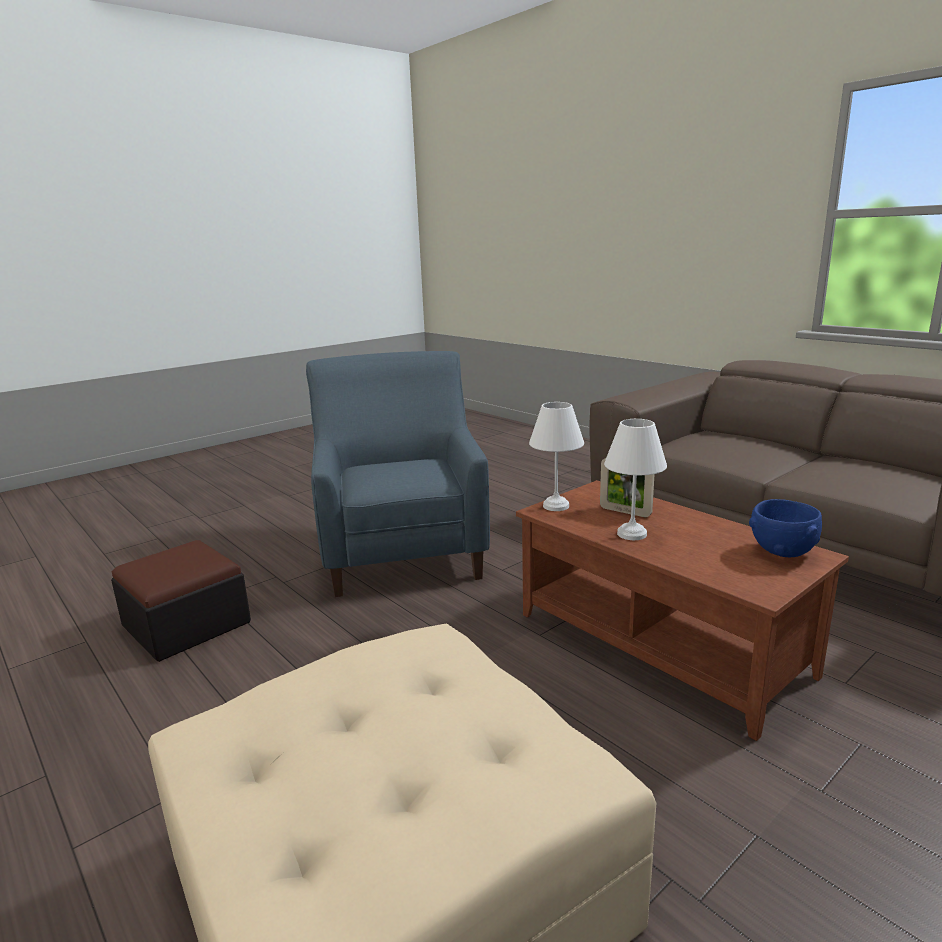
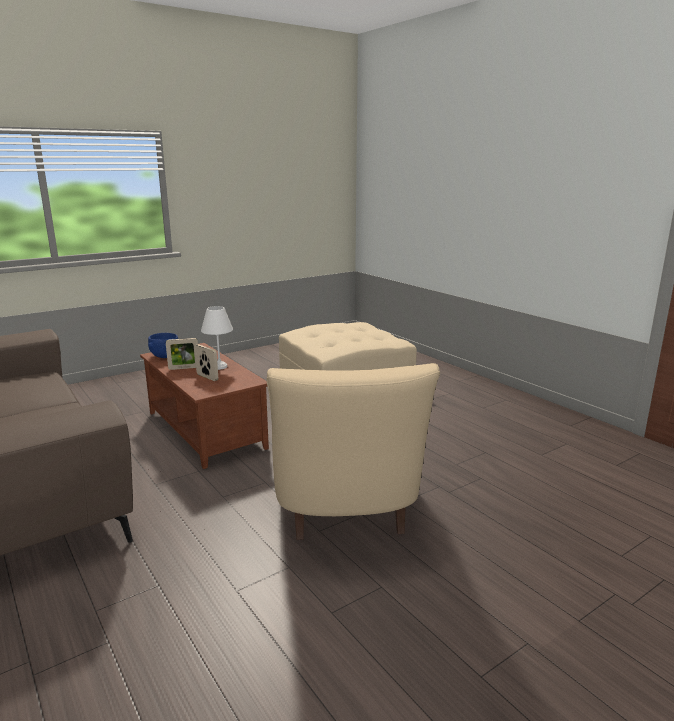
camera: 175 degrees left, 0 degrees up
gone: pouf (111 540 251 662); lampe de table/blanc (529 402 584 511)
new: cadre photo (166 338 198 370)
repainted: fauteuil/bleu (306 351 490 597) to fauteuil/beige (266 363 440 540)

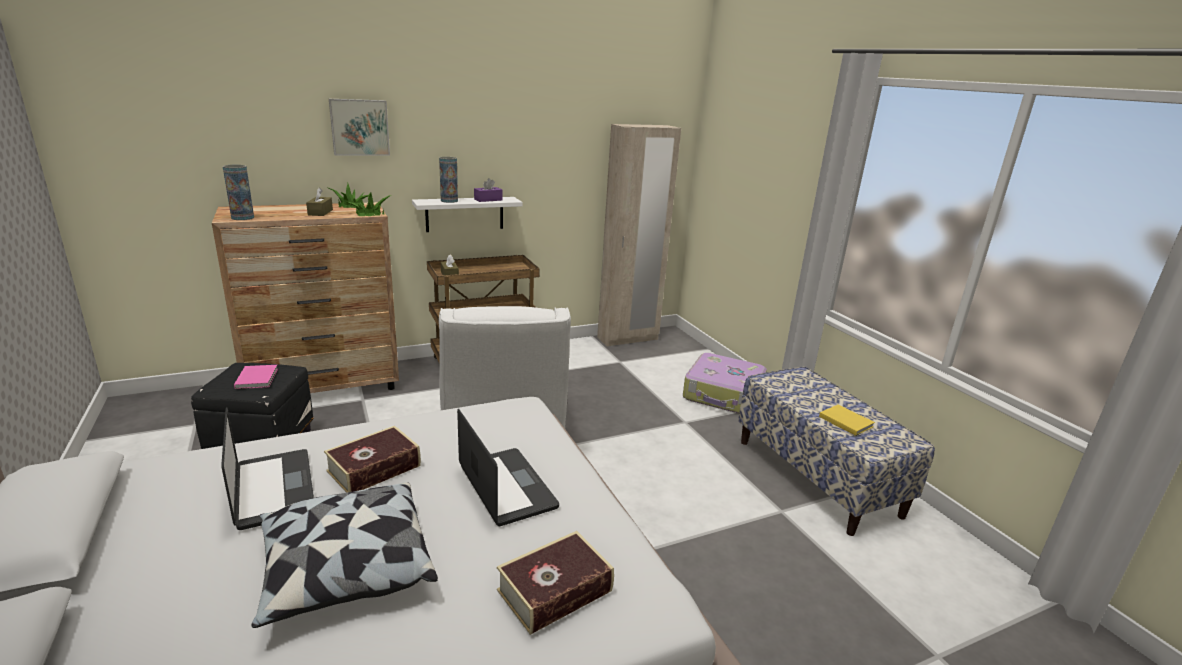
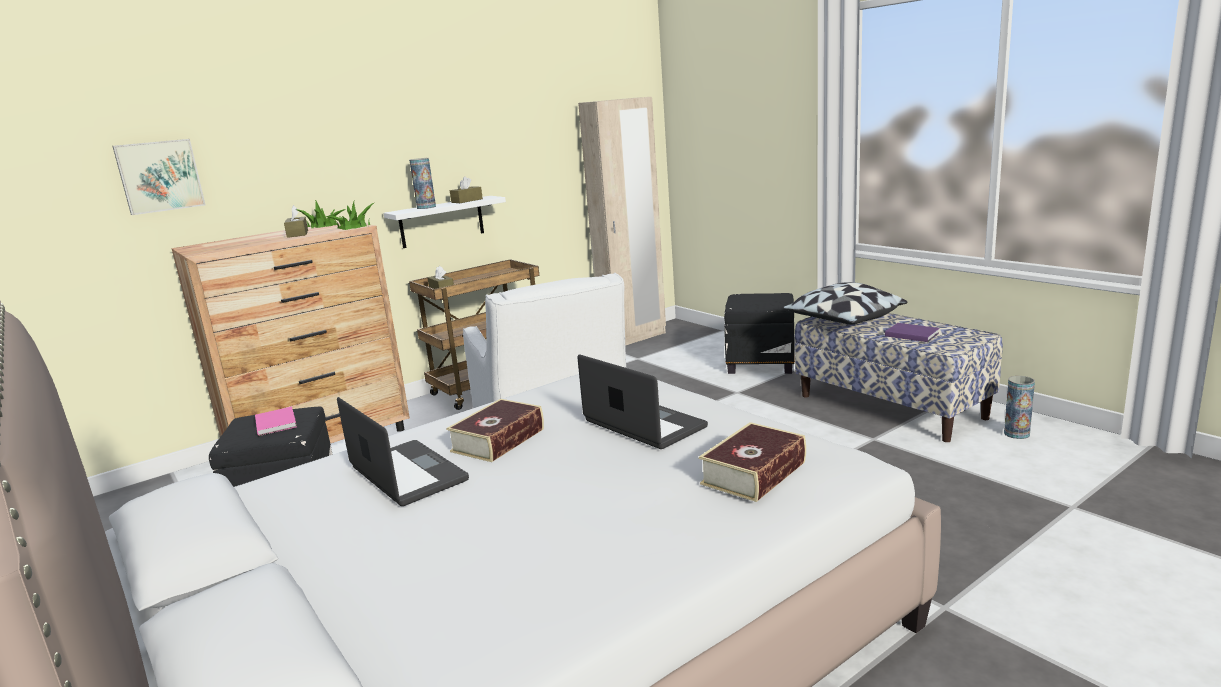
camera: 10 degrees left, 5 degrees down
shifted: vase (223 165 254 220) to (1004 376 1035 439); coussin (251 482 438 628) to (783 282 908 324); tableau (329 99 390 156) to (112 139 205 215)
swapped: valise (683 353 767 413) to pouf/noir (724 293 795 374)
repainted: boîte à mouchoirs/violet (474 178 503 202) to boîte à mouchoirs/marron (450 176 483 203); livre/jaune (819 405 875 436) to livre/violet (885 323 940 342)

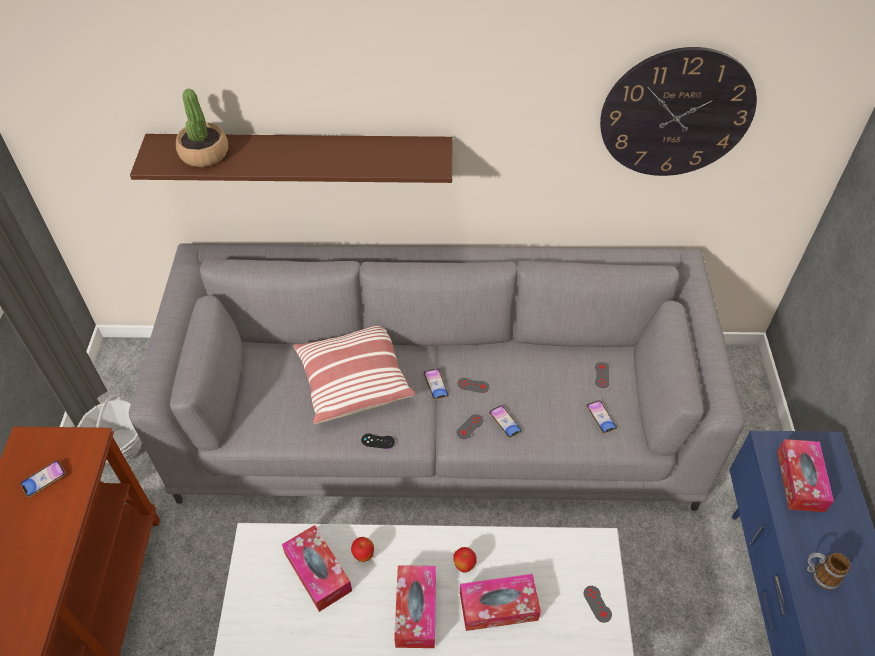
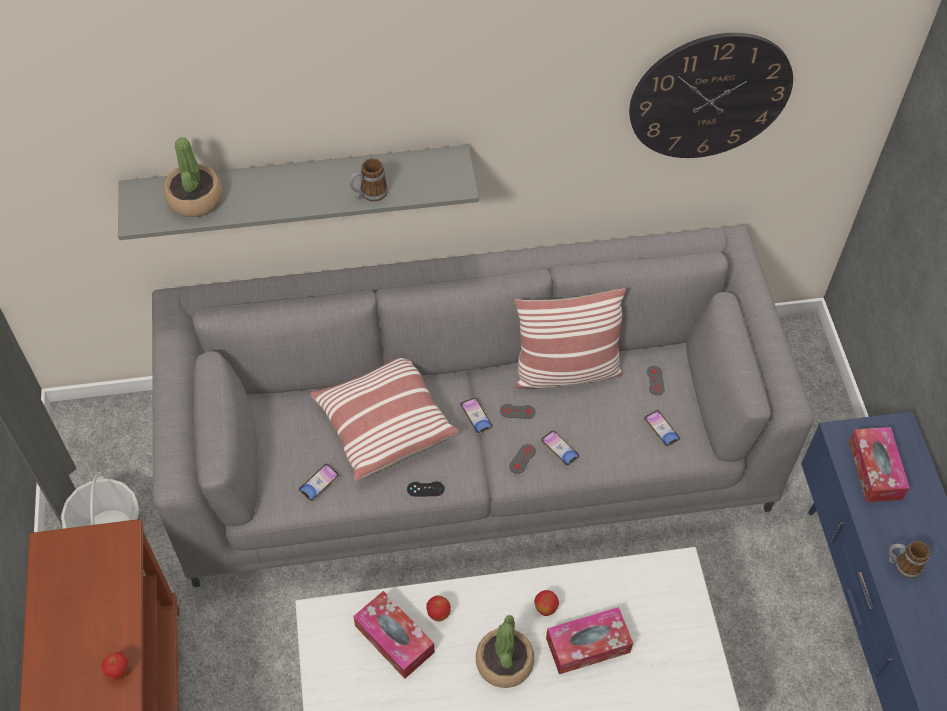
camera: 10 degrees left, 5 degrees up
gone: manette/gris (584 586 612 623)
new: pomme (101 652 129 680); mug (349 158 388 202); coussin (514 288 626 389)
shifted: téléphone (20 460 66 497) to (299 464 339 501)
swapped: boîte à mouchoirs (394 565 436 648) to plante en pot (476 615 534 688)
repainted: étagère/marron (130 134 452 183) to étagère/gris (118 145 479 240)

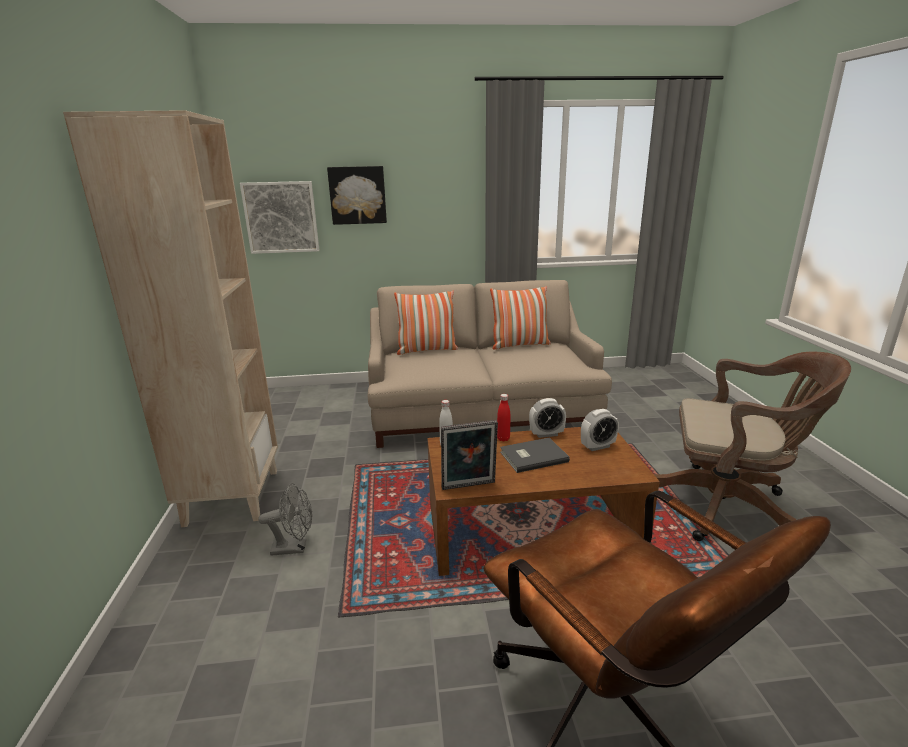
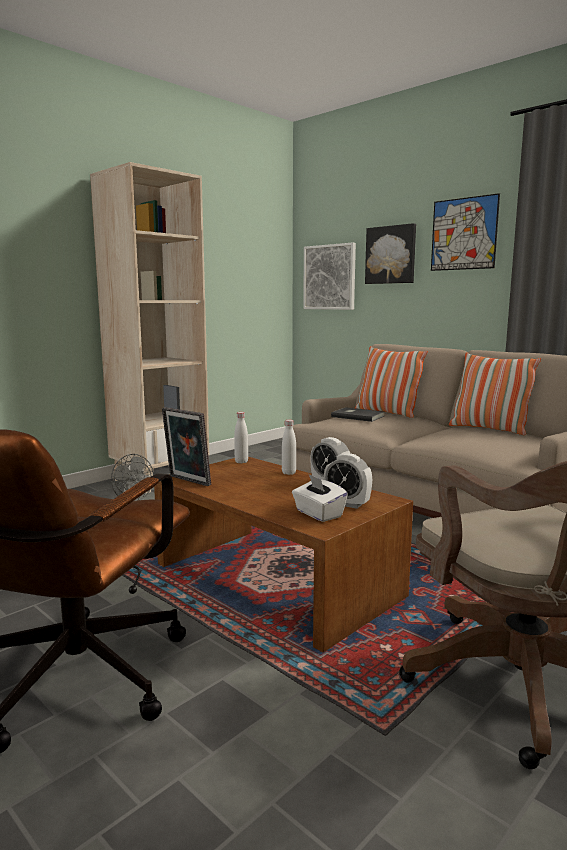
camera: 50 degrees right, 10 degrees down
new: boîte à mouchoirs/blanc (292 474 348 522); tableau (431 193 500 271)
shifted: livre/gris (500 438 570 473) to (331 407 385 422)
repainted: bouteille/rouge (497 394 510 442) to bouteille/blanc (282 420 296 475)

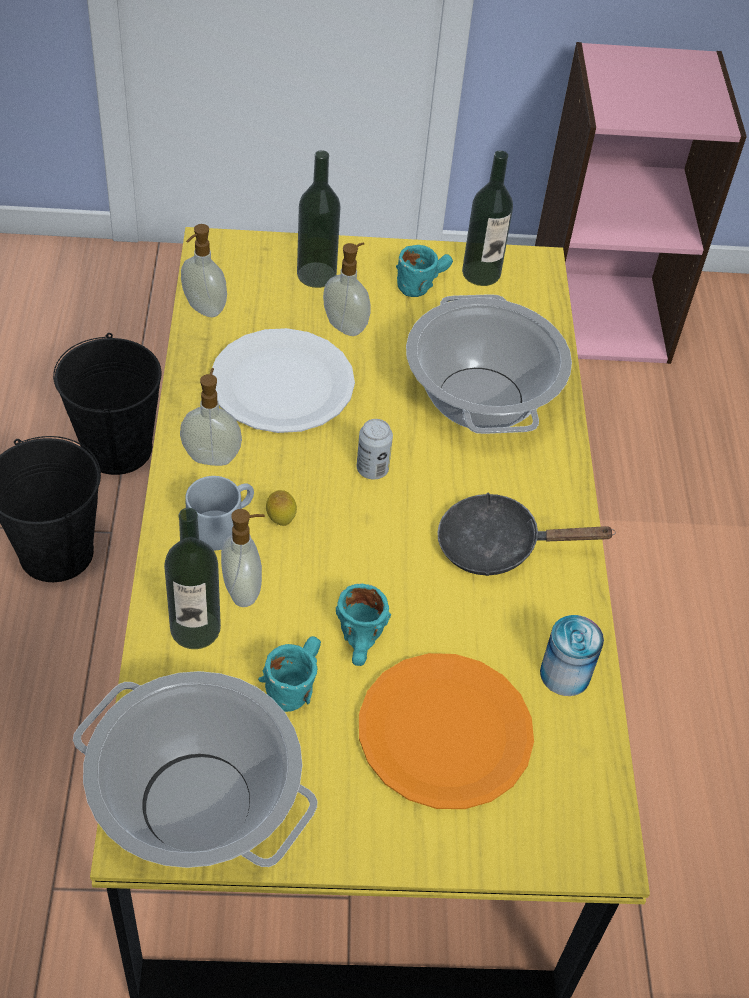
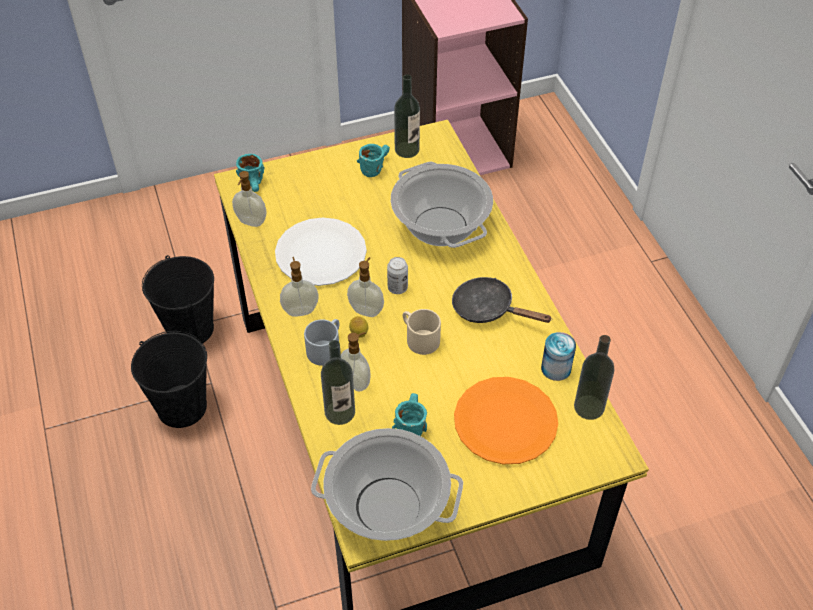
camera: 15 degrees left, 0 degrees up
new: mug/beige (403 309 441 355)
shifted: bouteille (297 150 341 288) to (574 335 614 420); distributeur de savon (323 243 370 336) to (347 257 384 317); mug/turquoise (336 583 391 666) to (236 154 264 192)
rotated: poêle/noir (437 493 616 576) = (452 277 552 323) 45 degrees clockwise

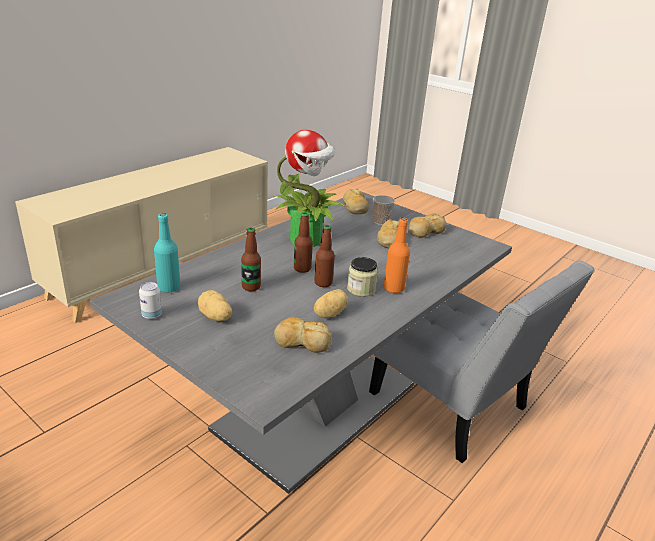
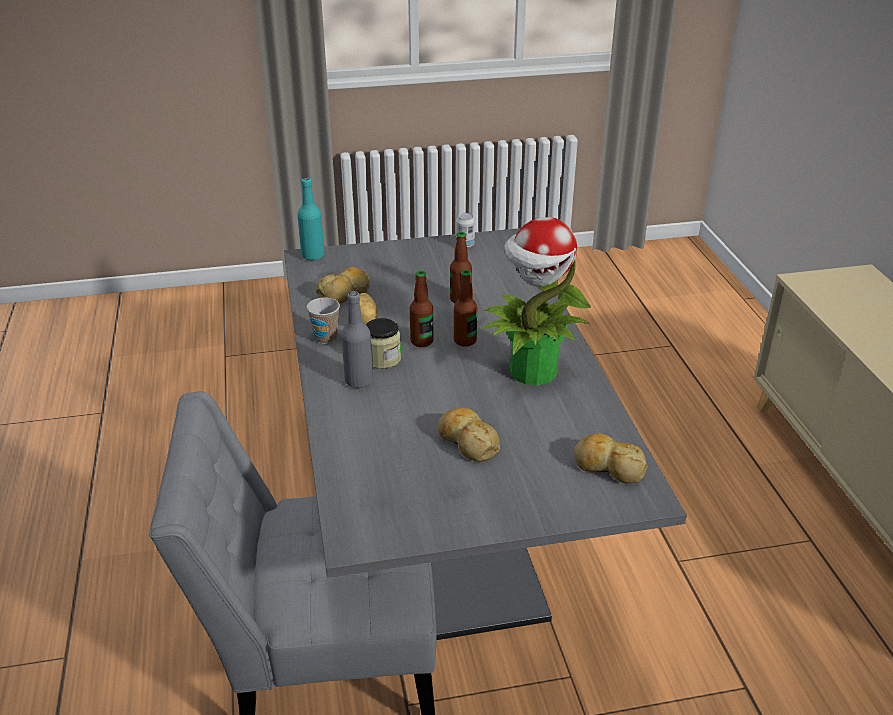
camera: 130 degrees right, 5 degrees up
gone: pomme de terre (198 290 232 321); pain (408 213 446 238)
shifted: bouteille/turquoise (154 213 180 293) to (297 177 324 261); tasse (373 195 394 225) to (307 298 340 344)
repainted: bouteille/orange (384 218 410 293) to bouteille/gris (341 291 373 388)

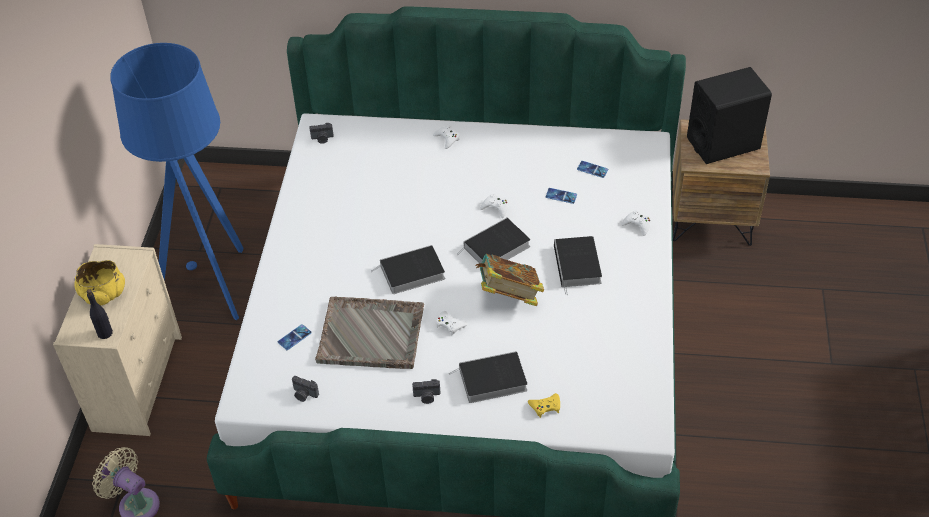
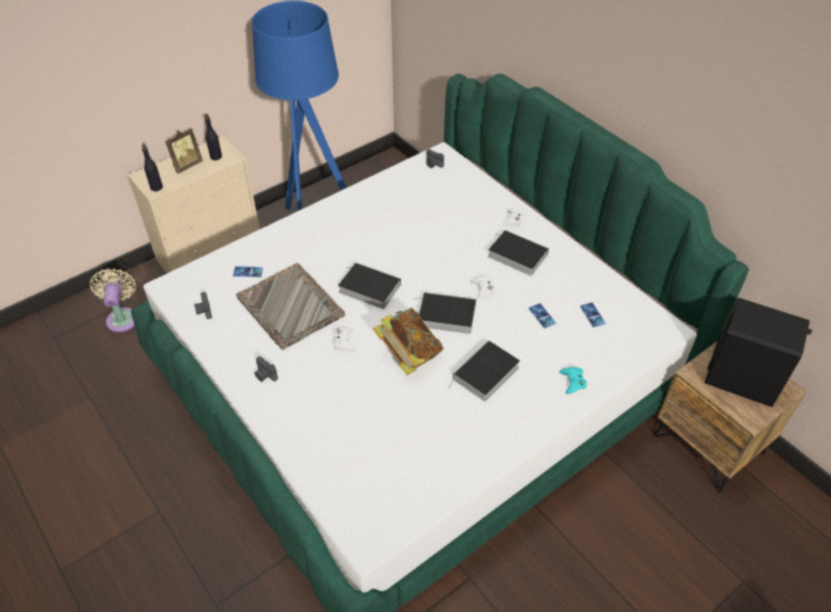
camera: 45 degrees right, 0 degrees up
gone: manette/jaune (528 393 560 418)
new: bouteille/noir (205 114 222 160)
shifted: livre (449 351 527 403) to (488 230 549 276)
swapped: bol/jaune (75 260 125 305) to cadre photo (165 128 203 174)
repainted: manette/blanc (621 211 652 236) to manette/turquoise (559 367 587 394)

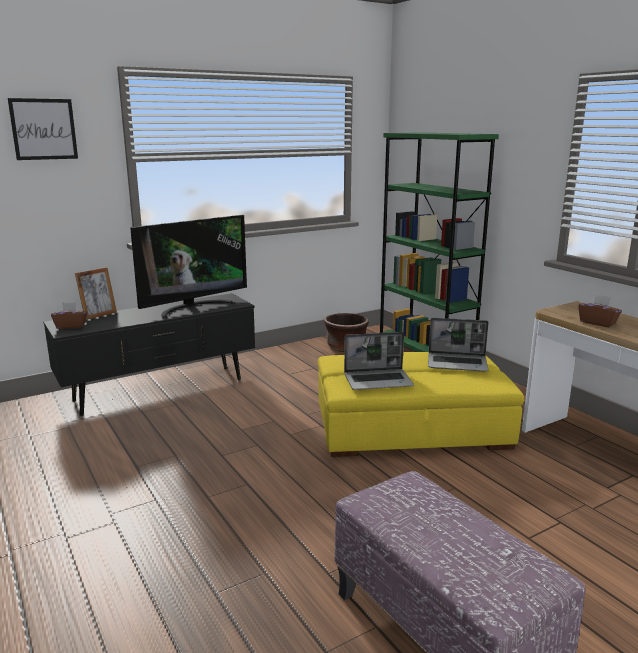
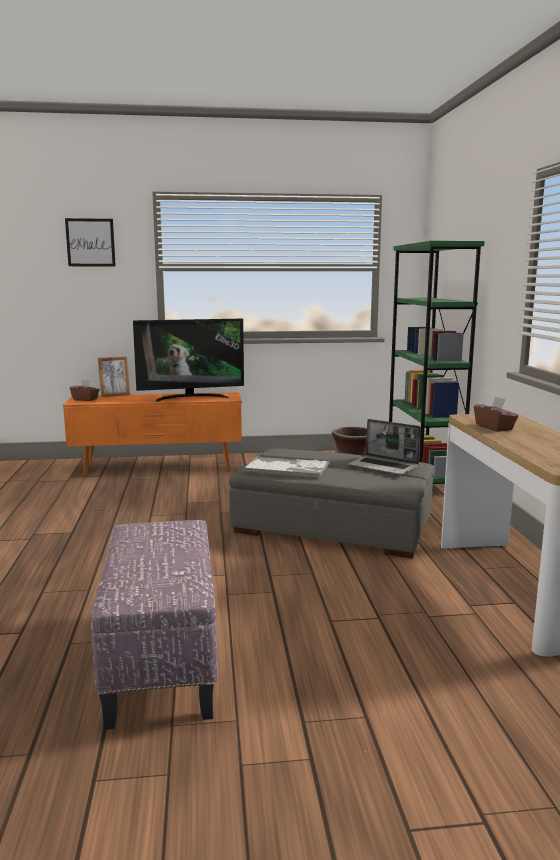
camera: 25 degrees right, 5 degrees down
swapped: ordinateur portable (344 332 414 390) to plateau (243 455 330 478)
repainted: meuble télé/noir (43 293 255 416) to meuble télé/orange (63 392 242 475); pouf/jaune (318 352 524 457) to pouf/gris (229 448 435 558)

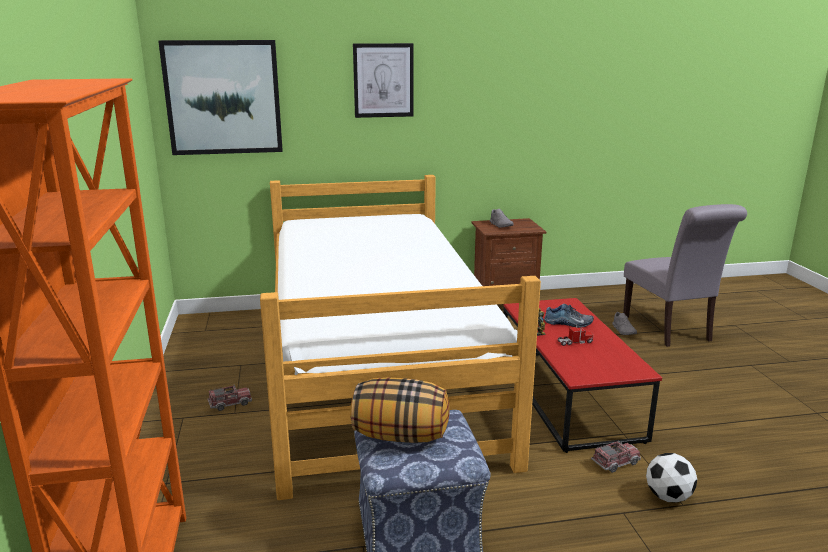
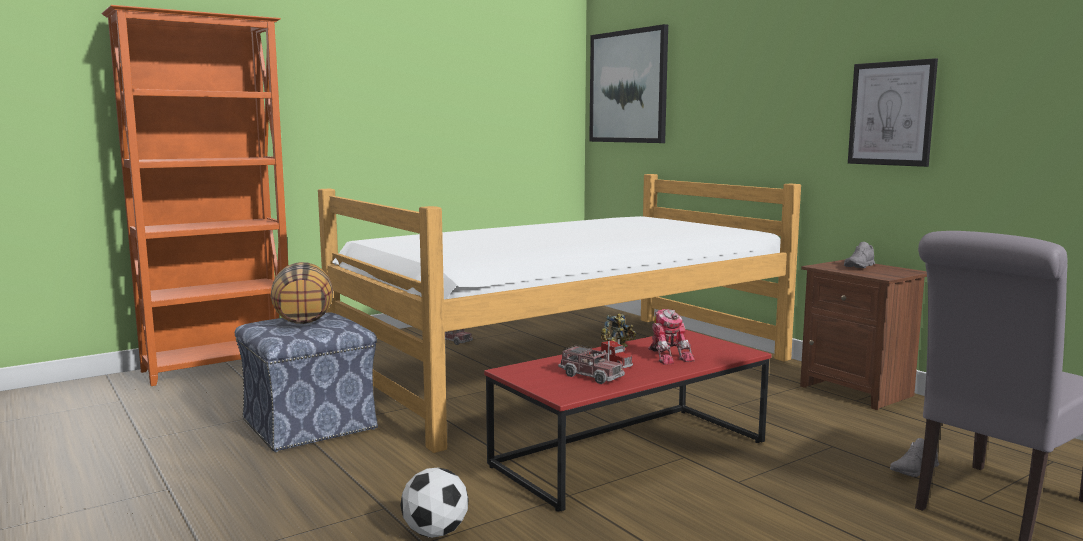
camera: 65 degrees right, 10 degrees down
shifted: tableau (353 43 414 118) to (848 58 938 167); camion jouet (591 441 641 473) to (558 345 625 384)
swapped: chaussure (544 304 594 327) to robot jouet (648 309 695 365)

